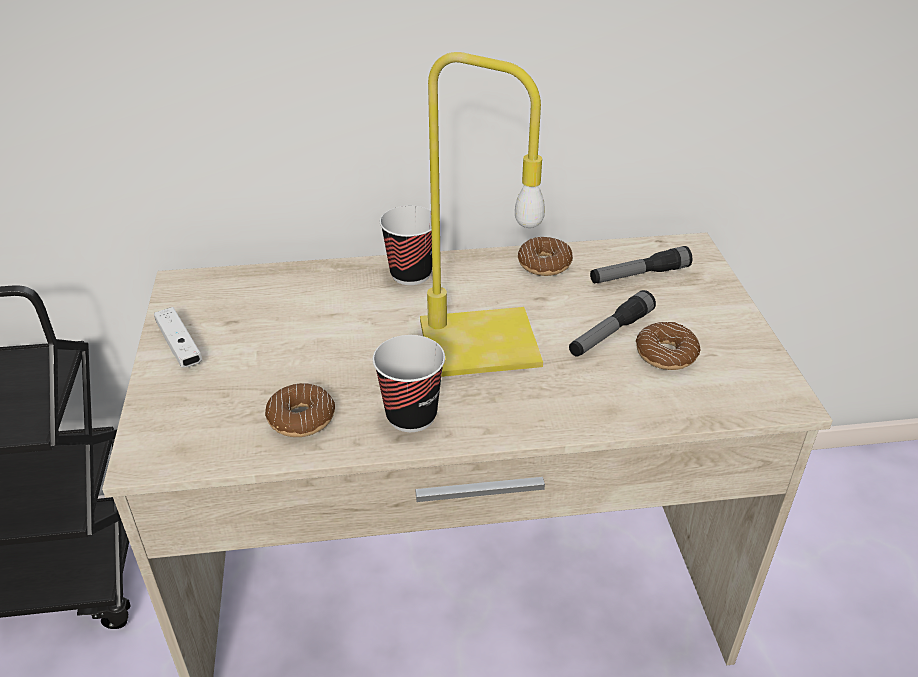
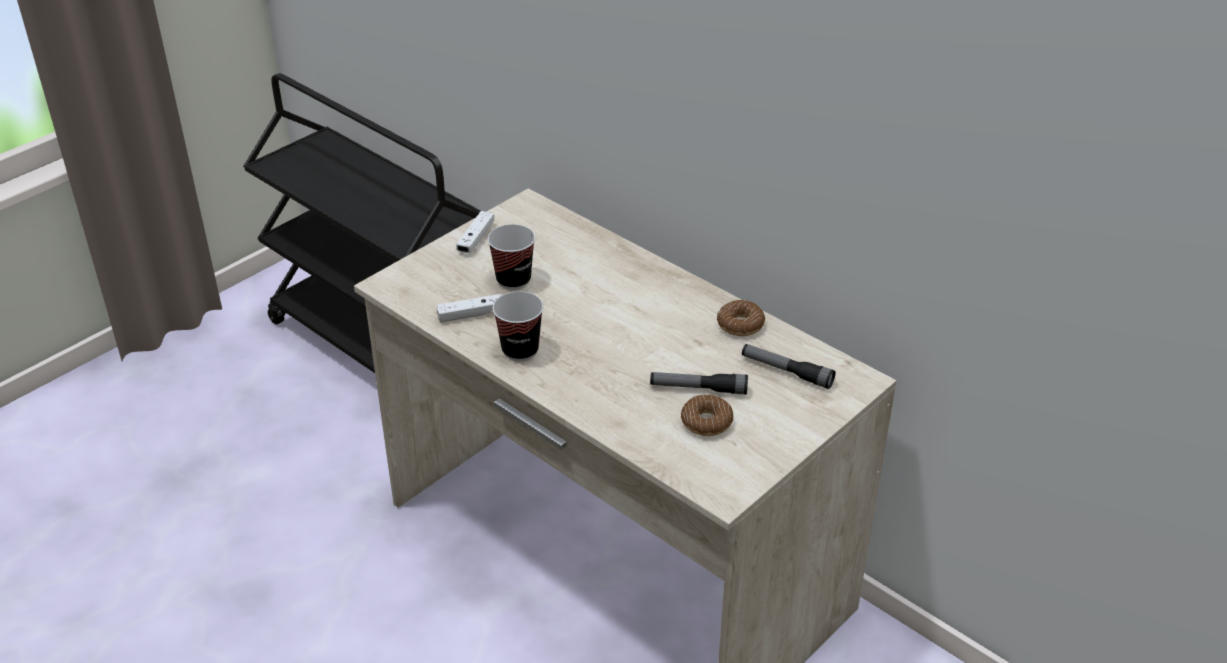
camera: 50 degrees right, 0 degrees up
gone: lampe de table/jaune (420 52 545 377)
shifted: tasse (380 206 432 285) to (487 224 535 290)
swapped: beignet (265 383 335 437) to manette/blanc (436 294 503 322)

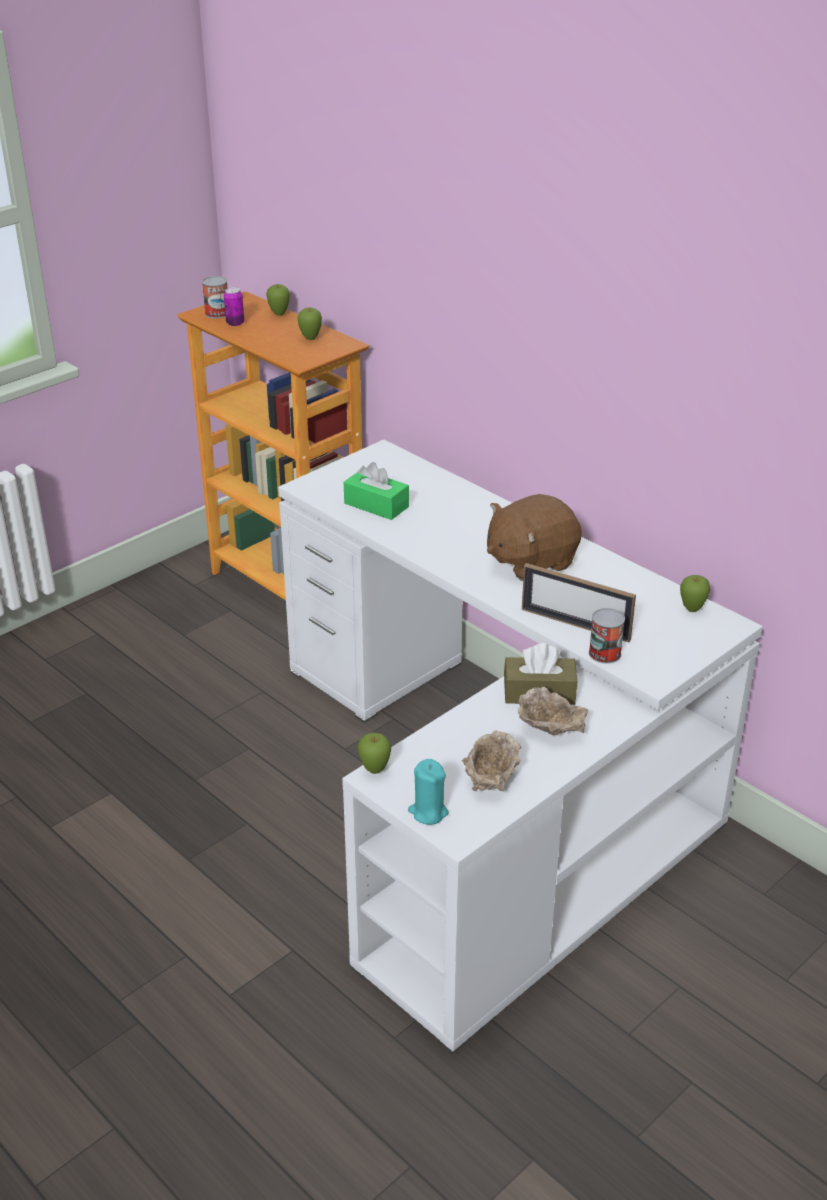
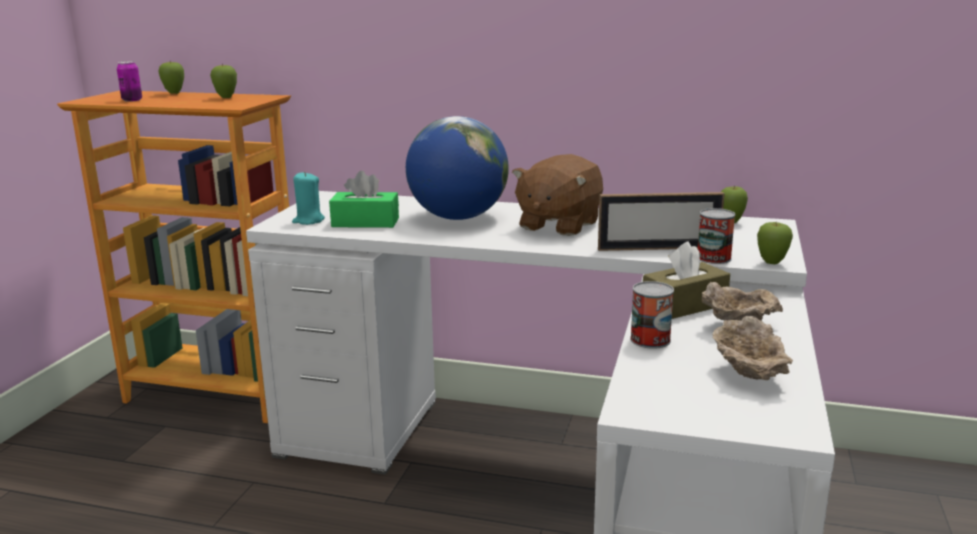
camera: 30 degrees left, 15 degrees down
new: globe (406 116 509 220)
shifted: boîte métallique (202 276 227 318) to (630 281 674 349); pomme (357 733 391 774) to (757 222 793 264); bougie/turquoise (408 759 449 825) to (292 171 325 225)

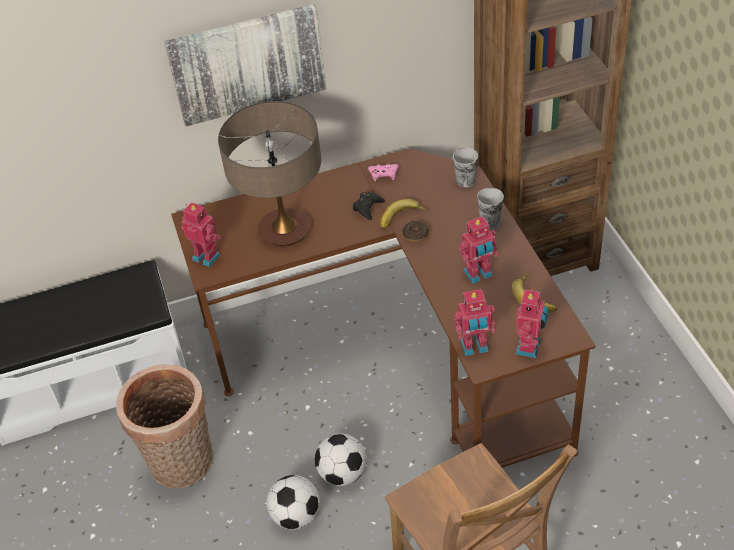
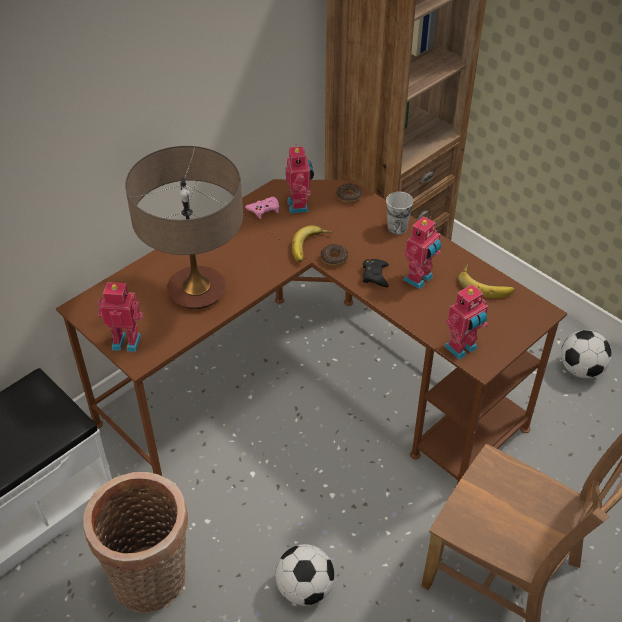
camera: 30 degrees left, 0 degrees up
gone: tableau (164 4 327 126)
shifted: ballon de foot (315 433 367 486) to (561 330 612 378); manette/noir (353 192 385 220) to (363 259 389 287); robot jouet (515 288 549 358) to (286 144 314 214)
swapped: tasse (453 148 478 188) to beignet (336 183 362 203)

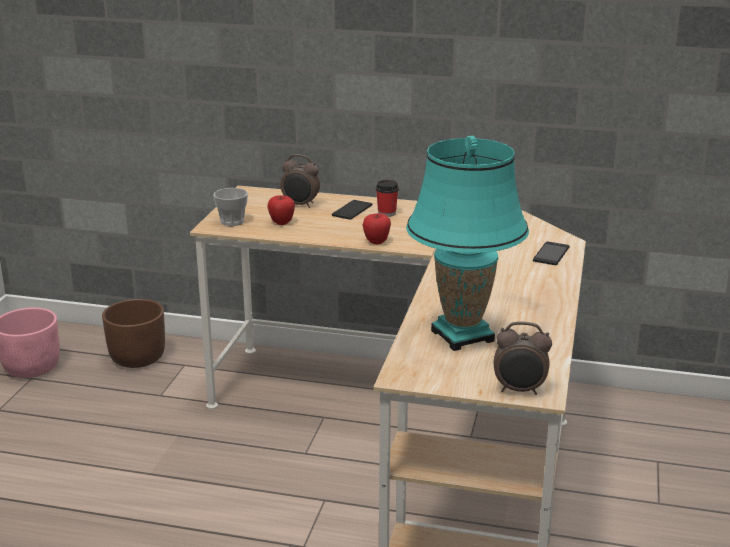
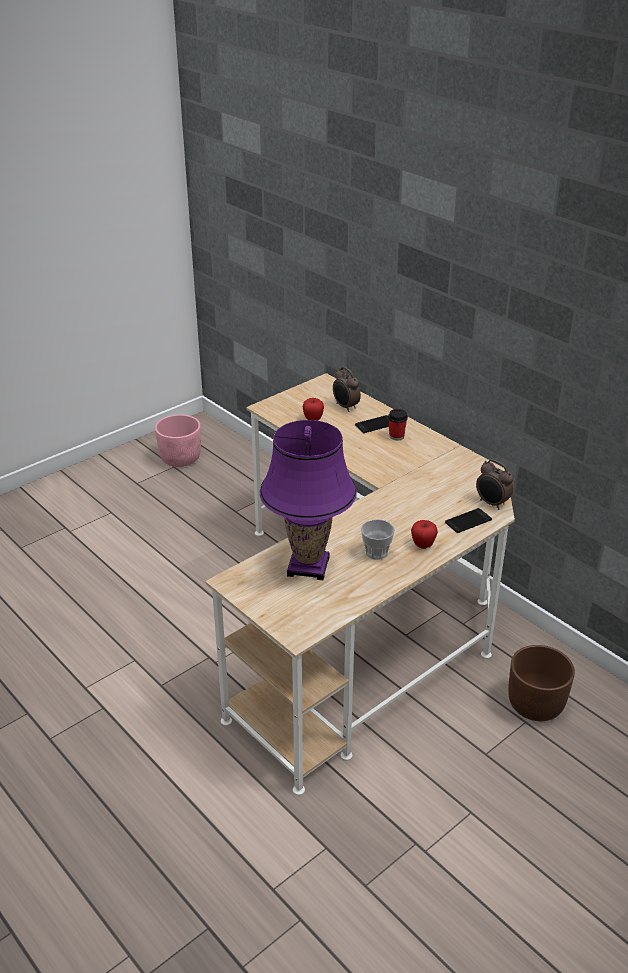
camera: 35 degrees right, 10 degrees up
shifted: cache-pot/marron (102 299 165 368) to (508 645 575 721); tasse (213 188 248 226) to (361 519 395 560); pomme (363 213 391 244) to (411 520 438 549); réveil (494 322 552 395) to (476 459 513 510)
repainted: lampe de table/turquoise (406 136 529 351) to lampe de table/violet (260 420 357 580)

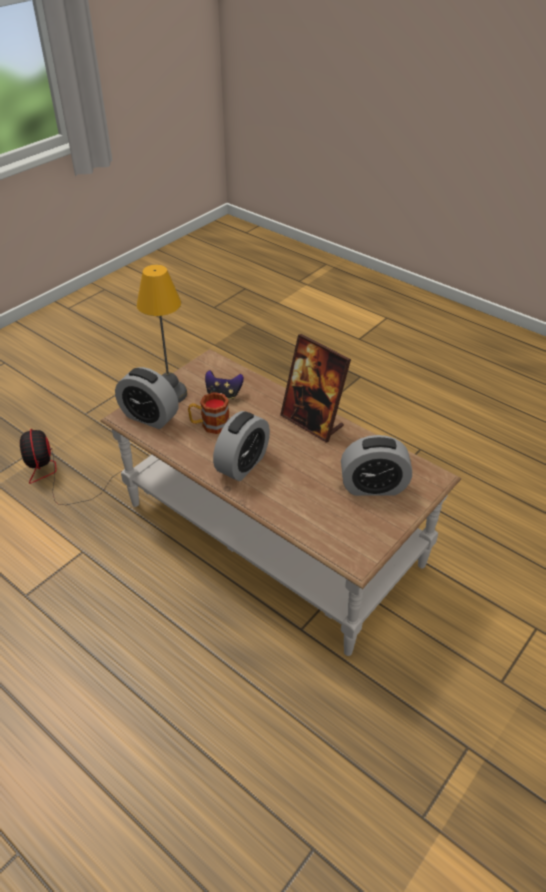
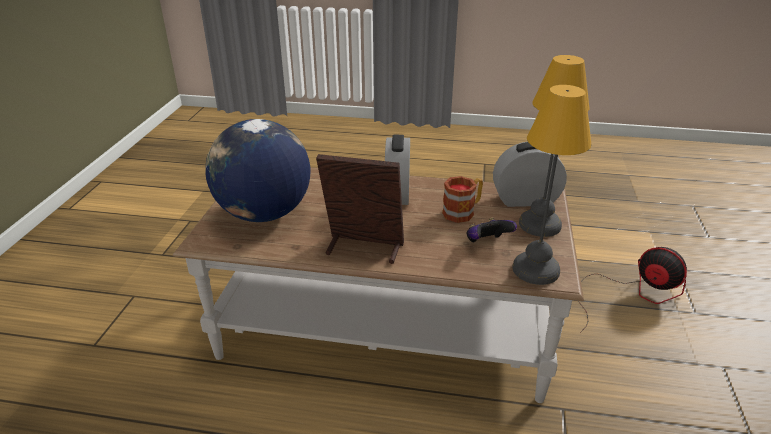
camera: 150 degrees right, 10 degrees down
new: lampe de table (512 85 591 285)
swapped: réveil (341 435 412 496) to globe (206 119 311 222)

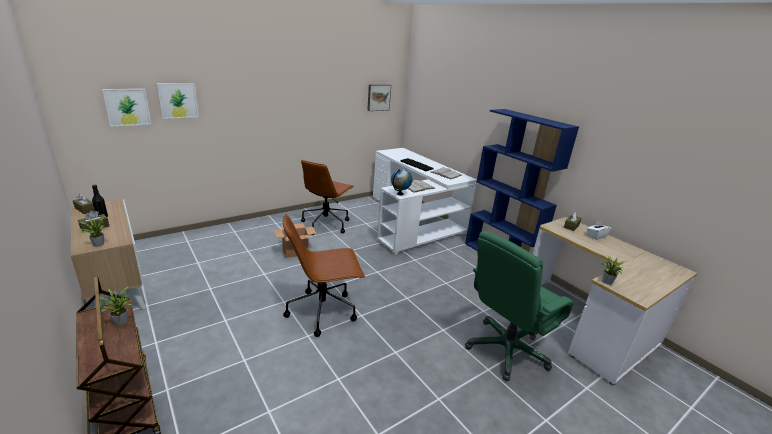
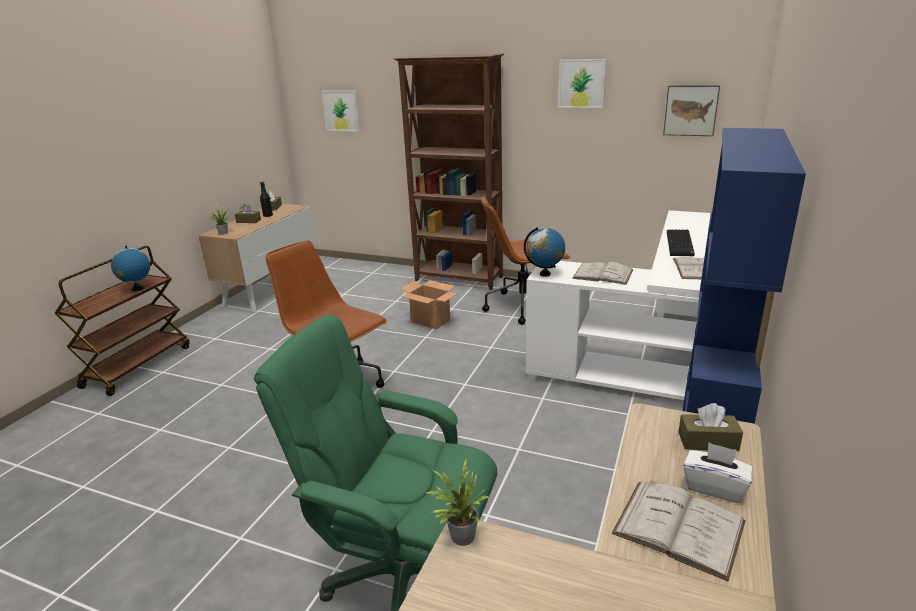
camera: 60 degrees right, 0 degrees up
new: bibliothèque/marron (394 54 504 290); livre/blanc (612 480 746 582)
shifted: tableau (156 83 199 119) to (558 59 606 108)
swapped: plante en pot (100 286 131 326) to globe (111 245 150 291)

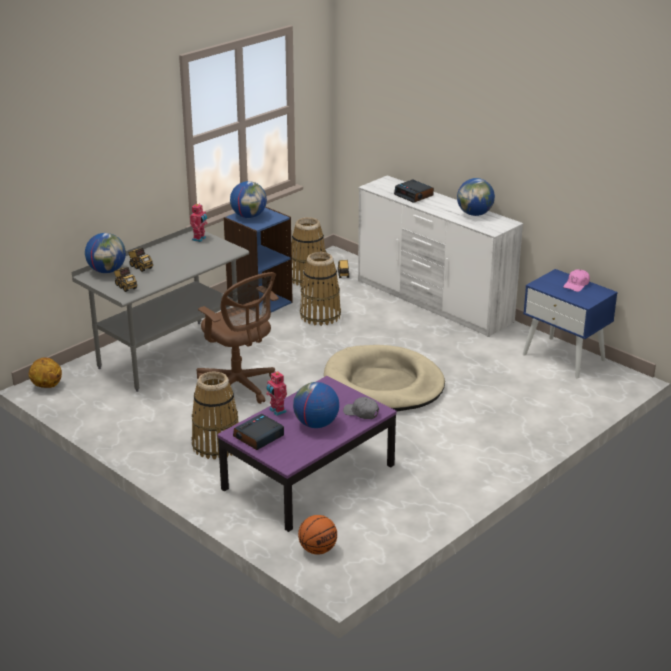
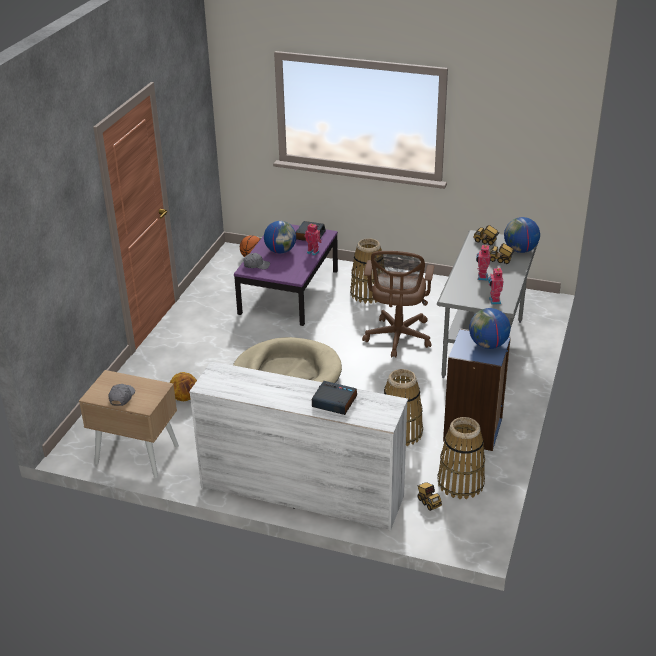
camera: 155 degrees right, 5 degrees up
gone: globe (457 178 495 216)
new: robot jouet (476 245 491 281)
shifted: ballon de basket (29 357 62 388) to (170 372 197 401)
repainted: table de chevet/bleu (523 269 618 378) to table de chevet/beige (79 370 179 478); casquette/rose (563 269 590 292) to casquette/gris (109 384 135 406)
rotated: chaise de bureau/marron (196 272 279 404) = (362 251 434 358) 105 degrees counterclockwise

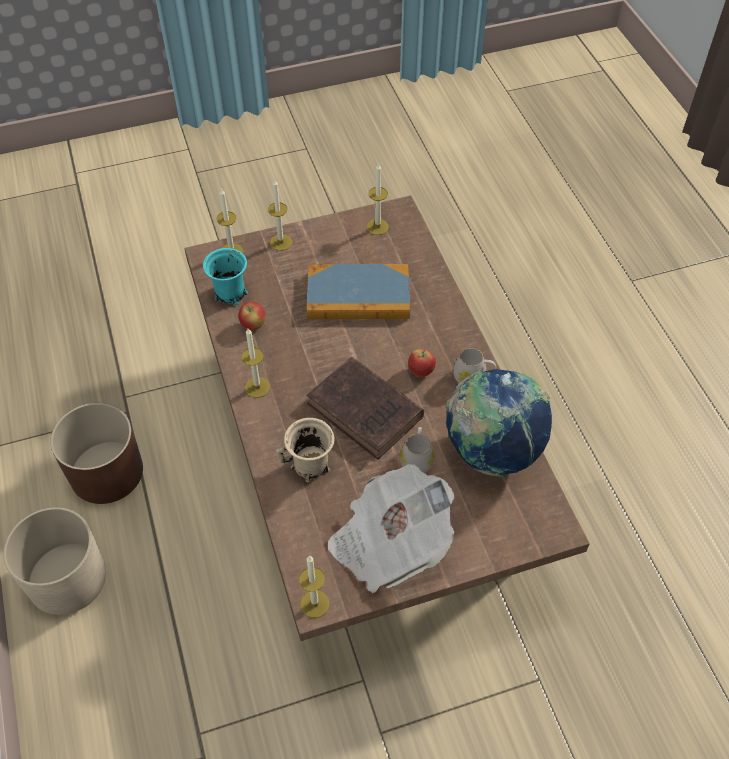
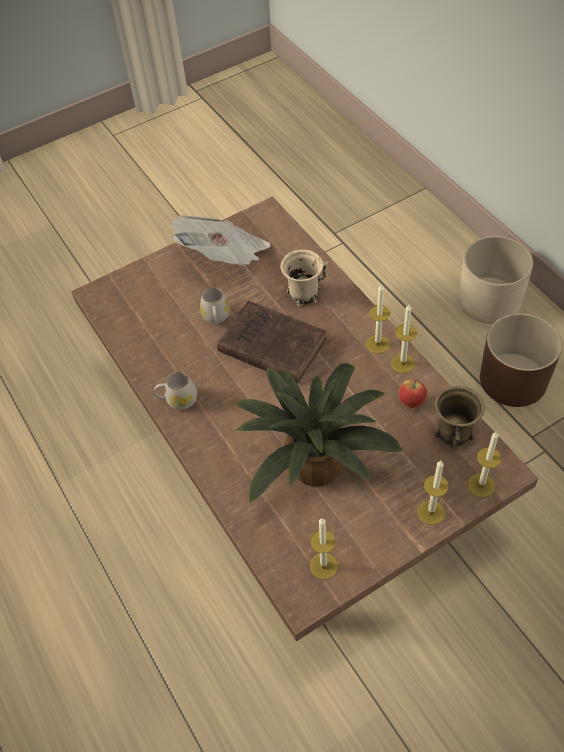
camera: 170 degrees right, 0 degrees up
gone: pomme (408 349 436 377); globe (445 369 552 477)
shifted: bougie (299 556 329 618) to (391 305 417 373)
swapped: livre (307 264 410 319) to plante en pot (235 363 403 503)
repainted: mug/turquoise (203 248 248 305) to mug/marron (435 386 485 450)

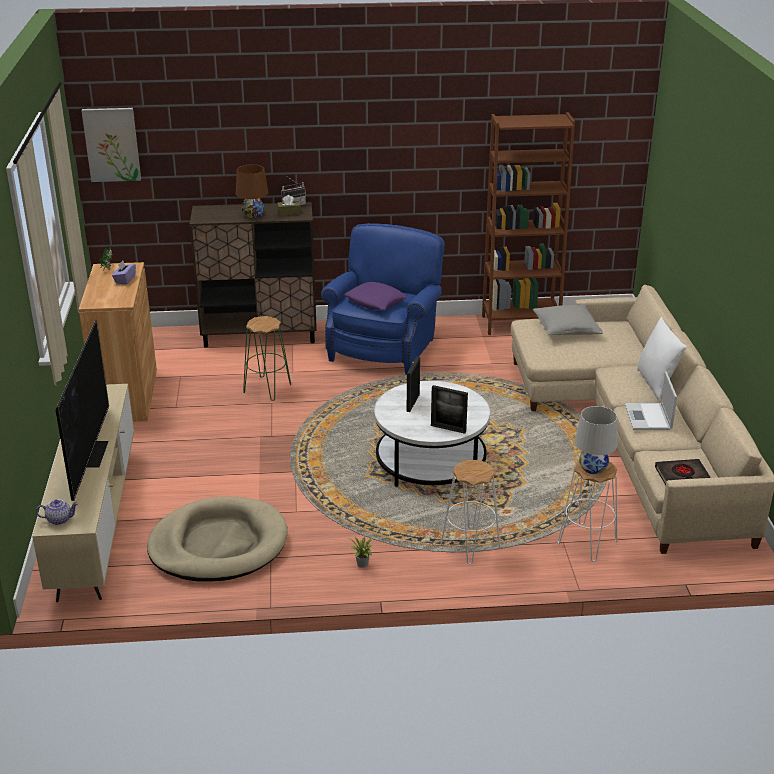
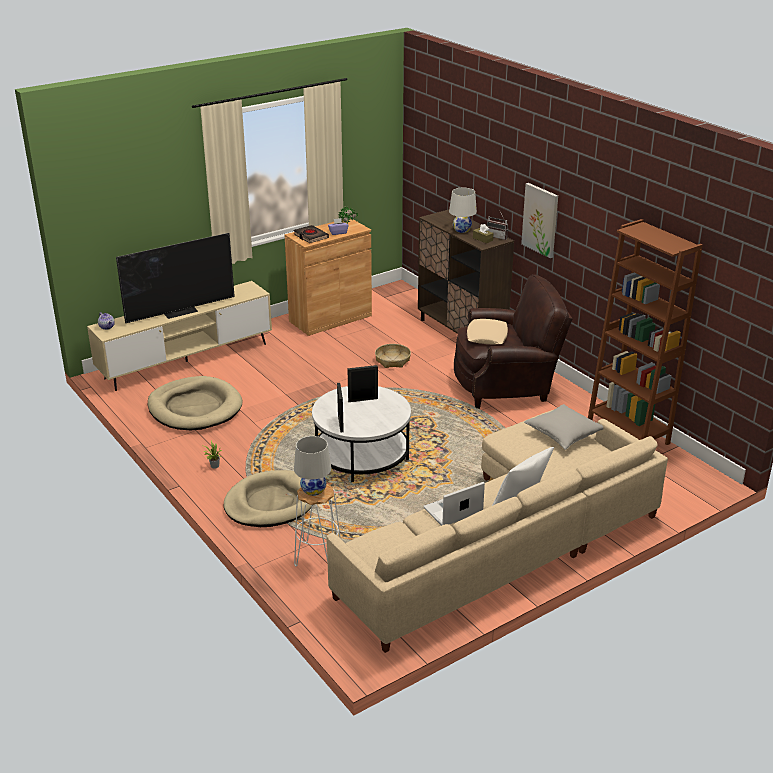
camera: 60 degrees right, 0 degrees up
shifted: tableau (81 108 141 182) to (521 183 558 258); livre/noir (655 459 711 485) to (293 225 329 243)
swapped: tabouret/vert (243 316 291 401) to panier (375 344 411 368); tabouret/blanc (441 460 500 564) to panier pour chien/beige (224 470 312 527)
repainted: lampe de table/marron (236 164 269 218) to lampe de table/blanc (449 188 477 233); fauteuil/bleu (321 223 445 375) to fauteuil/marron (454 275 573 409); coussin/violet (344 282 407 310) to coussin/beige (467 319 508 344)

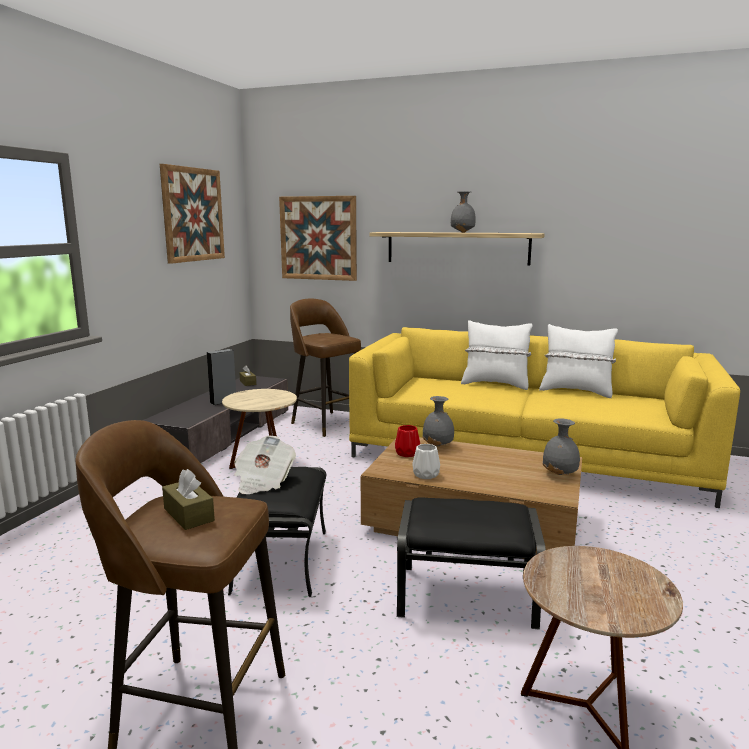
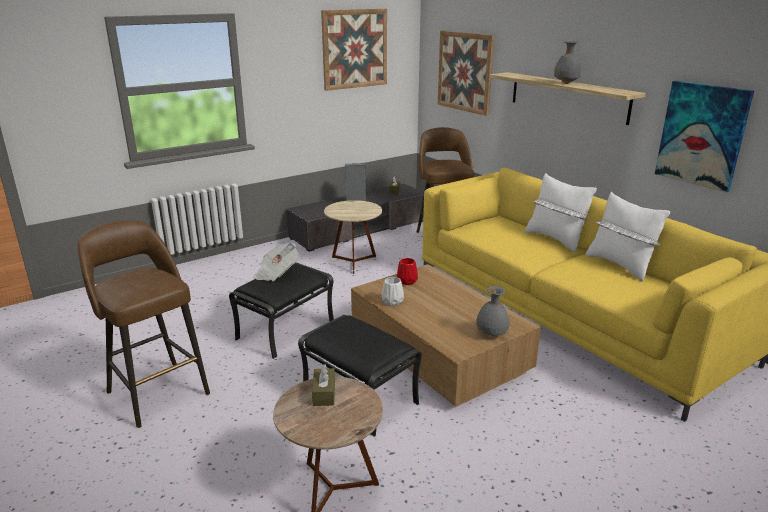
camera: 35 degrees right, 10 degrees up
gone: vase/gris (422 396 454 446)
new: tableau (655 81 754 193)
shifted: boîte à mouchoirs/marron (162 469 215 530) to (312 364 335 406)

